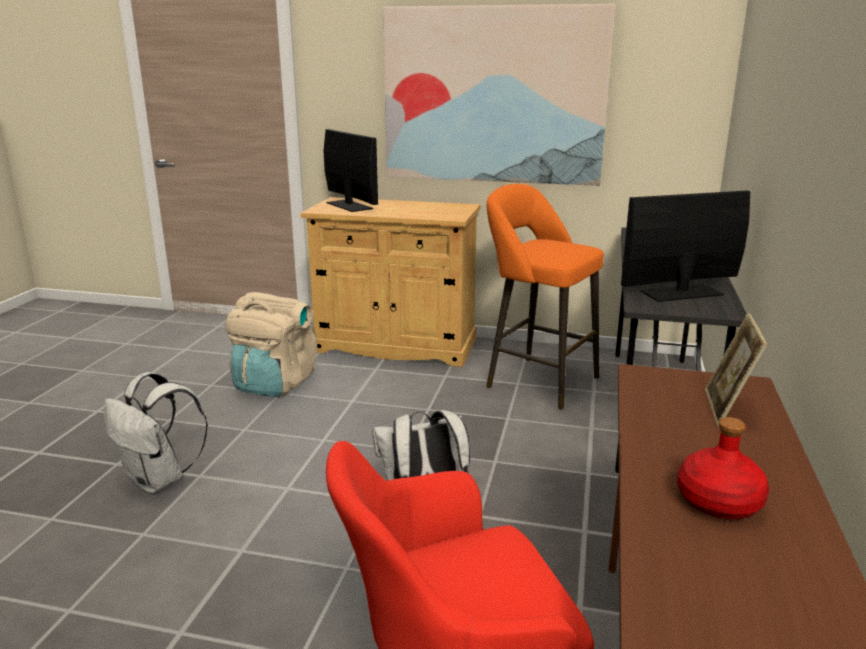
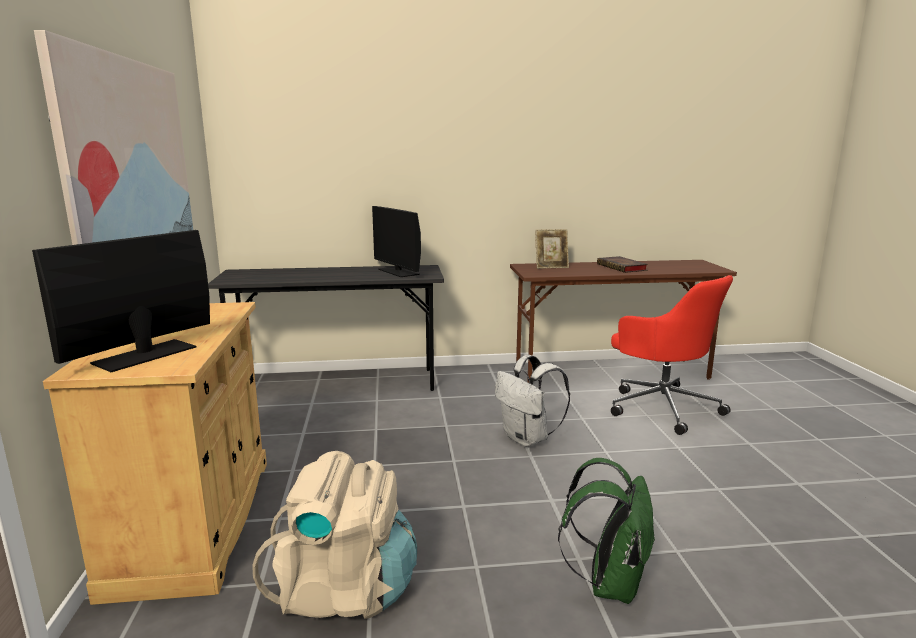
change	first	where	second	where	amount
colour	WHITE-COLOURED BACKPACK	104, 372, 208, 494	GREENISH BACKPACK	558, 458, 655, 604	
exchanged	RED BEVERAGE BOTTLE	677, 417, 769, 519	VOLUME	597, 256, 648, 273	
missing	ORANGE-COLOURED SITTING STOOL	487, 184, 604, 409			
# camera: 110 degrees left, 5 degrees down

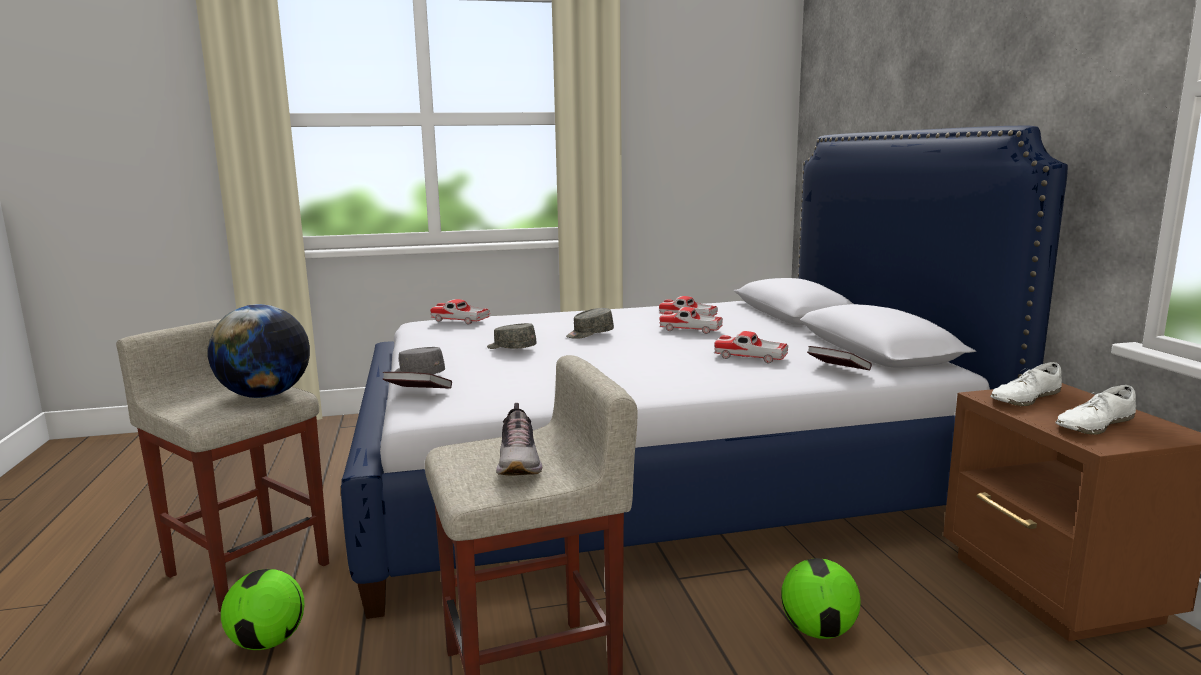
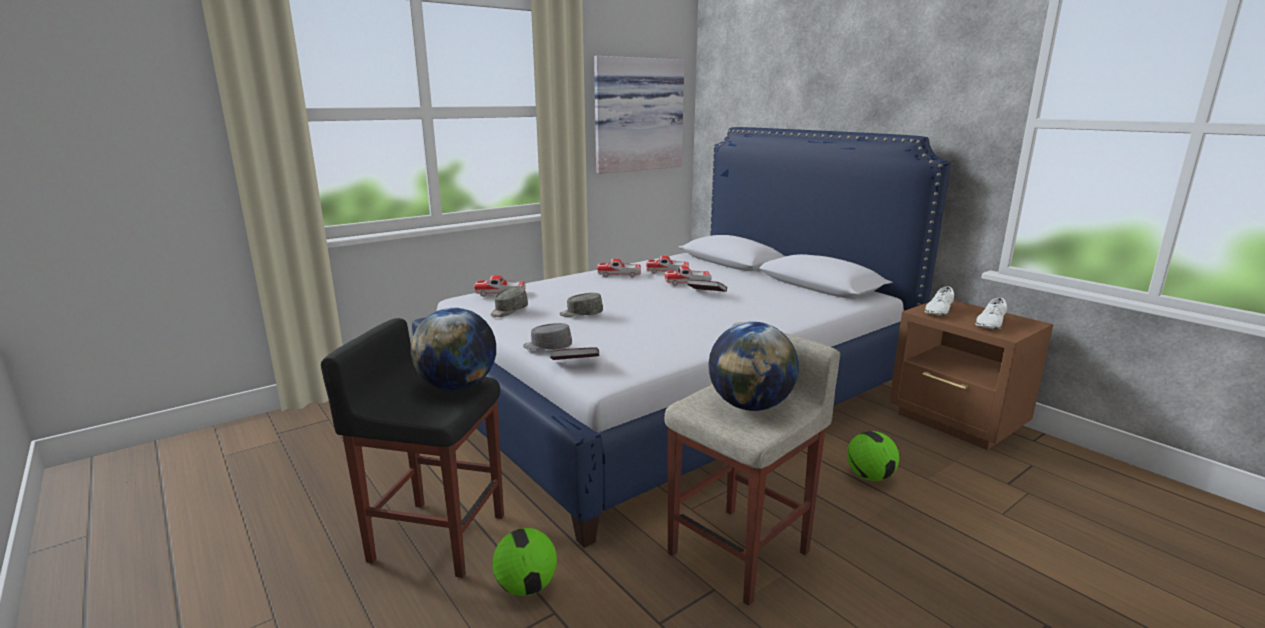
change	first	where	second	where	amount
colour	BEIGE-COLOURED SITTING STOOL	116, 319, 329, 613	BLACK SITTING STOOL	321, 318, 504, 578	
relocated	GREYISH BASEBALL CAP	566, 308, 614, 339		490, 287, 528, 317	
appeared			PICTURE	594, 56, 684, 174	
relocated	TOY CAR	714, 331, 789, 363		597, 259, 641, 278	
relocated	VOLUME	807, 346, 872, 370		687, 279, 727, 292	
exchanged	LOW SHOE	496, 403, 542, 475	GLOBE	708, 322, 799, 411	
# camera: 25 degrees left, 5 degrees up

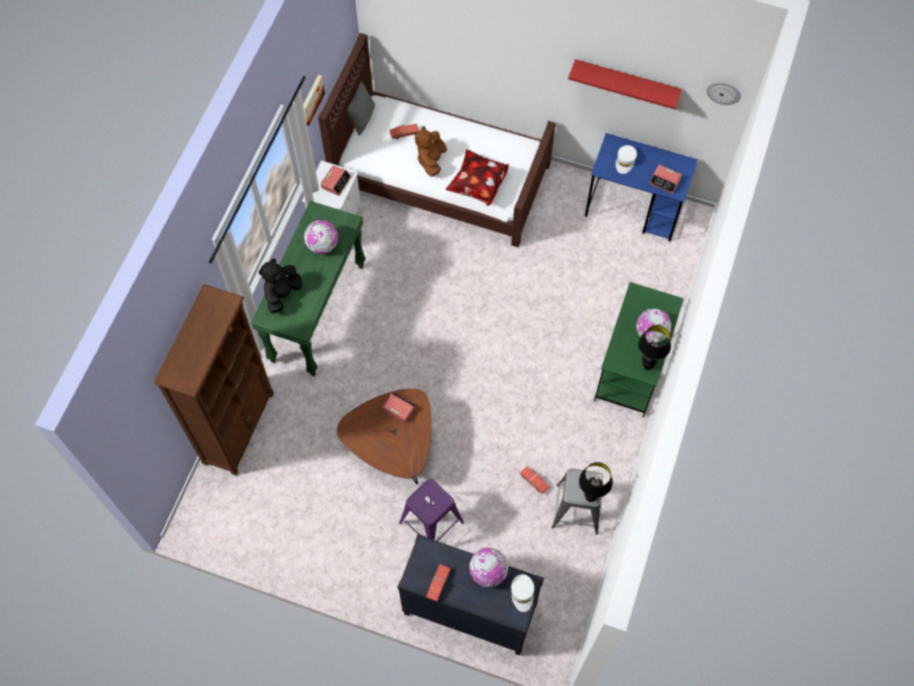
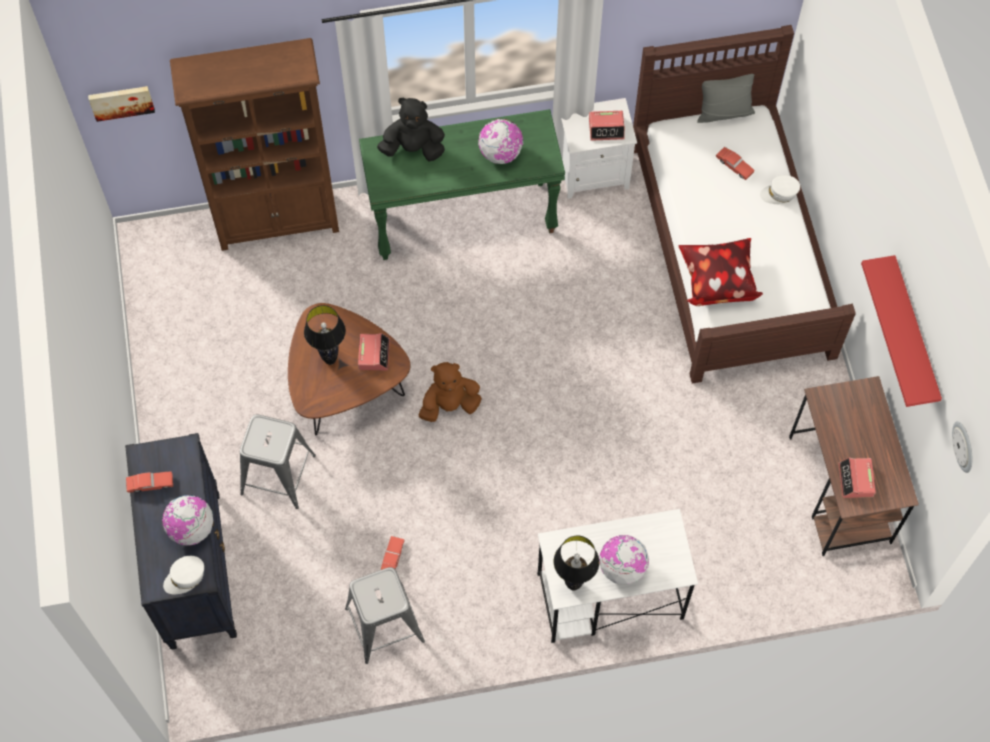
change	first	where	second	where	amount
relocated	PICTURE	303, 75, 325, 126		88, 86, 155, 122	
colour	PURPLE SITTING STOOL	399, 479, 464, 541	GREYISH SITTING STOOL	240, 415, 316, 509	
relocated	BLACK LAMP FOR A TABLE	579, 462, 613, 502		304, 305, 346, 365	
relocated	BROWNISH SOFT TOY	415, 126, 447, 177		418, 362, 482, 422	
colour	GREENISH DESK TABLE	594, 282, 684, 417	WHITE-COLOURED DESK TABLE	537, 509, 698, 643	
relocated	WHITE-COLOURED BASEBALL CAP	616, 145, 637, 174		760, 175, 800, 204	
colour	BLUE-COLOURED DESK TABLE	585, 133, 698, 241	BROWNISH DESK TABLE	789, 376, 919, 556	
# camera: 60 degrees right, 0 degrees up

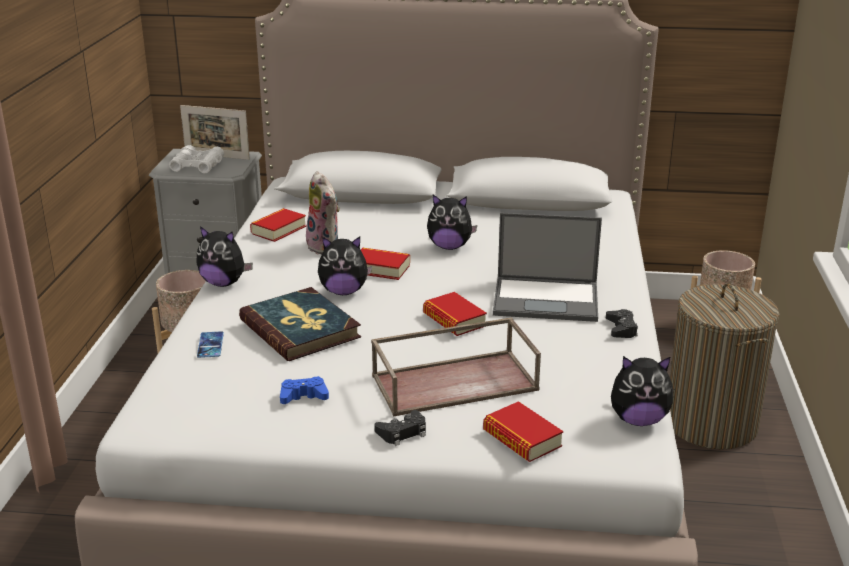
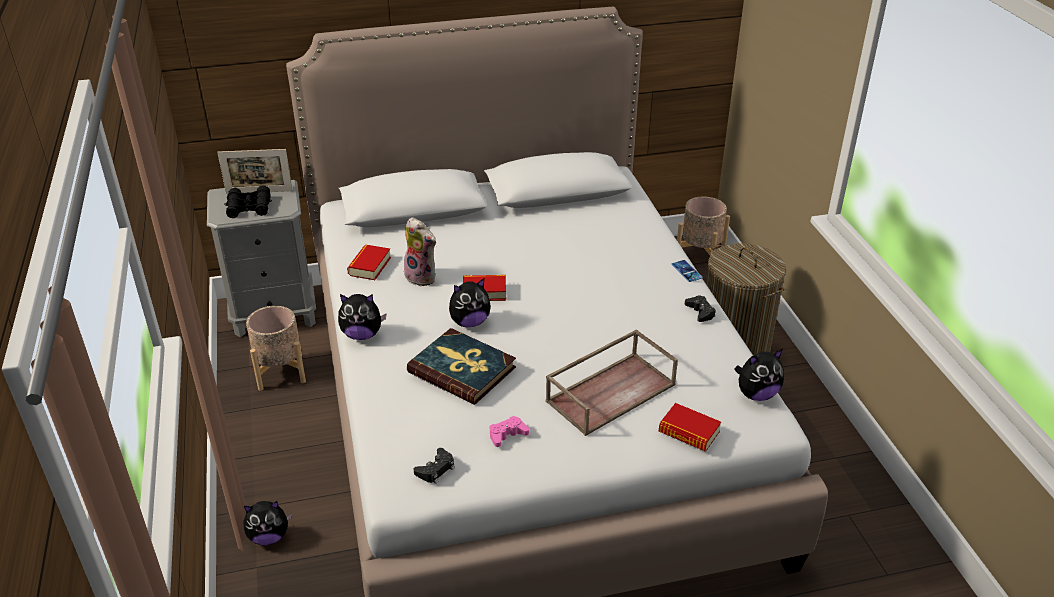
change	first	where	second	where	amount
colour	WHITE-COLOURED FIELD GLASSES	169, 145, 224, 173	BLACK FIELD GLASSES	224, 185, 272, 218	
relocated	SOFT TOY	427, 195, 477, 250		244, 501, 292, 545	
relocated	BLACK GAMEPAD	374, 410, 426, 446		414, 448, 455, 484	
colour	BLUE-COLOURED GAMEPAD	280, 376, 329, 404	PINK GAMEPAD	490, 416, 529, 447	
relocated	PHONE	197, 331, 224, 358		671, 260, 703, 282	
missing	VOLUME	423, 292, 487, 336			
missing	NOTEBOOK COMPUTER	493, 213, 602, 322			
# camera: 20 degrees left, 10 degrees up

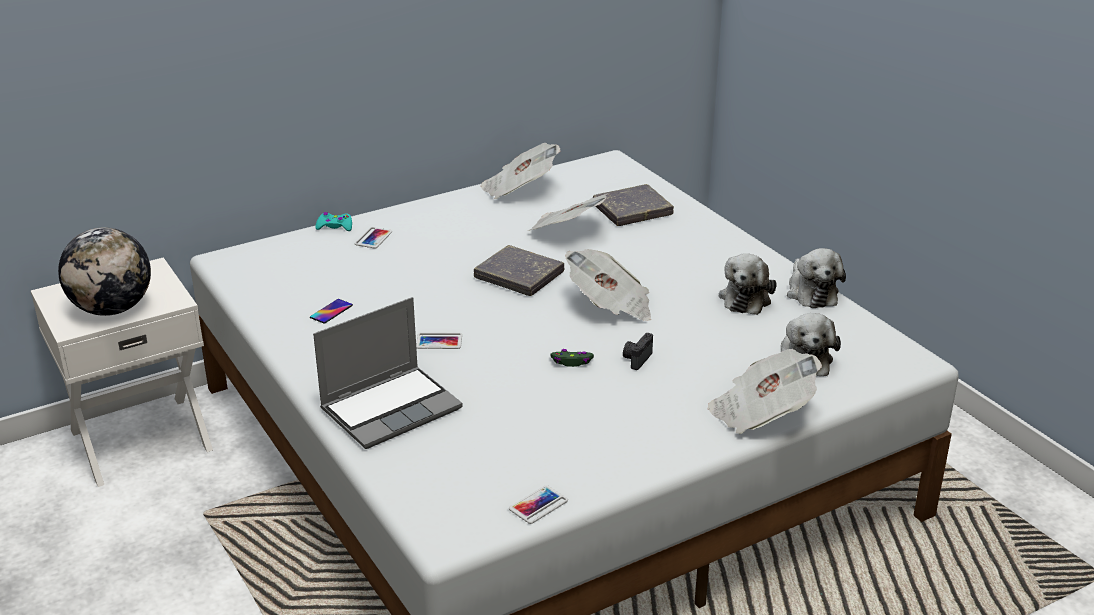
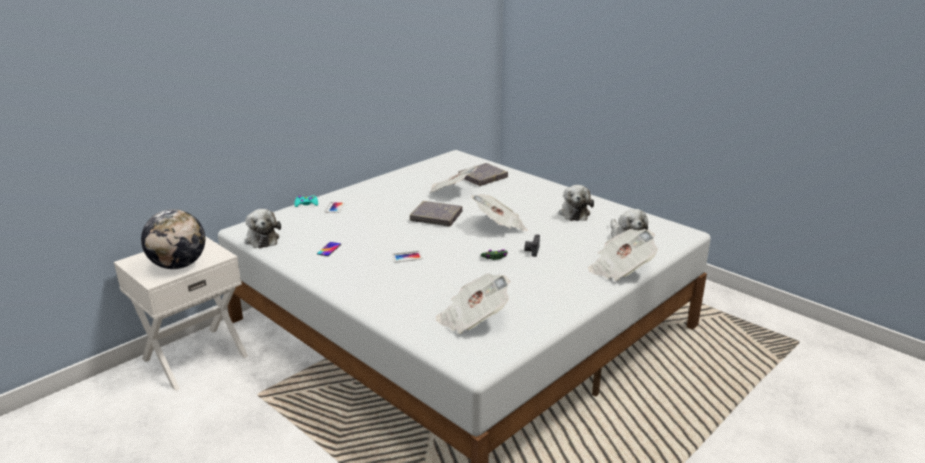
change	first	where	second	where	amount
relocated	SOFT TOY	787, 248, 846, 308		245, 209, 281, 248	
relocated	NEWSPAPER	480, 143, 561, 199		436, 273, 510, 334	
missing	NOTEBOOK COMPUTER	313, 297, 463, 449			
missing	PHONE	509, 485, 568, 524			
# camera: 15 degrees left, 5 degrees down

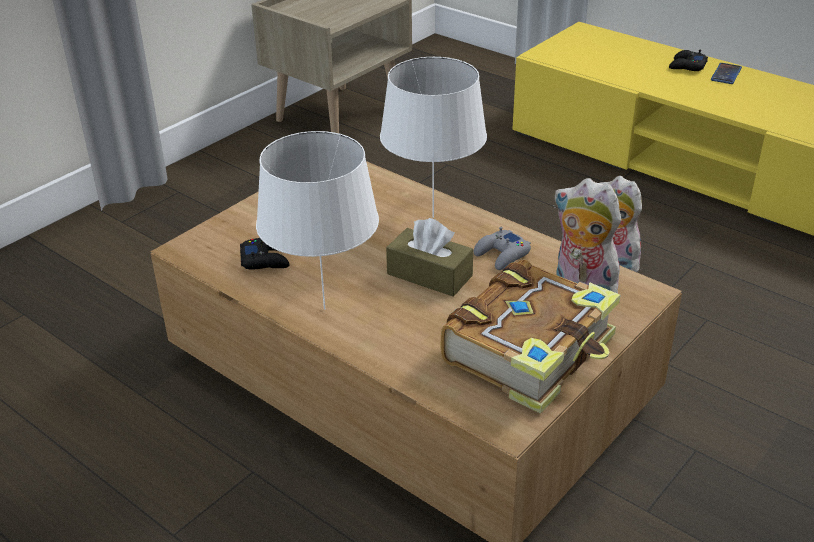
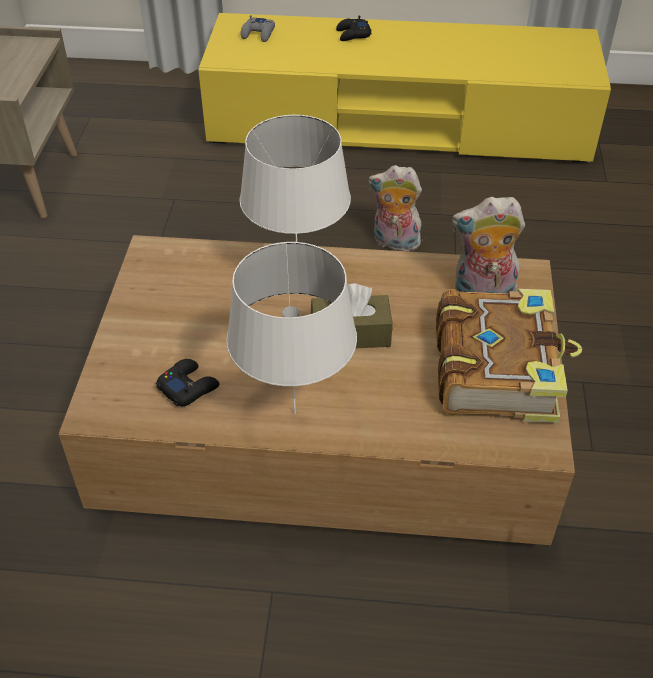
change	first	where	second	where	amount
relocated	GREYISH GAMEPAD	474, 227, 531, 270		241, 15, 275, 42	
missing	PHONE	711, 63, 742, 84			
# camera: 35 degrees left, 10 degrees up

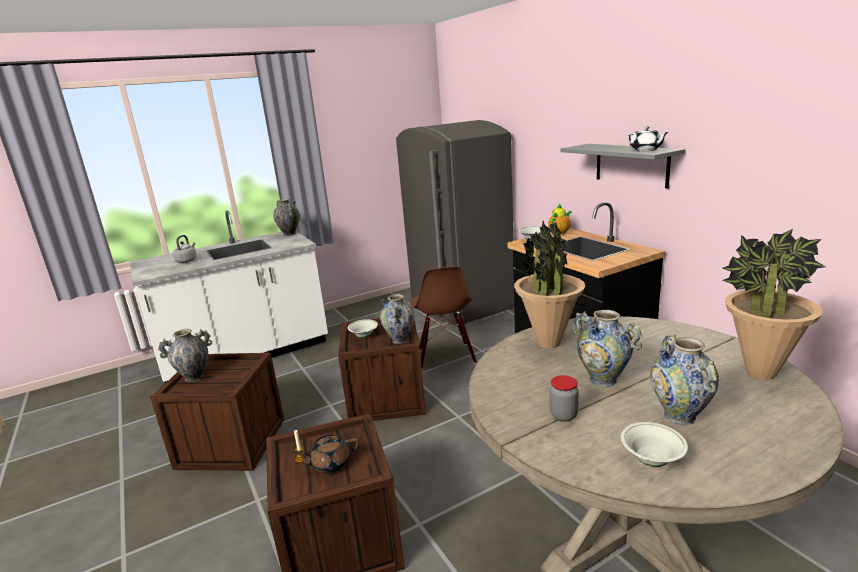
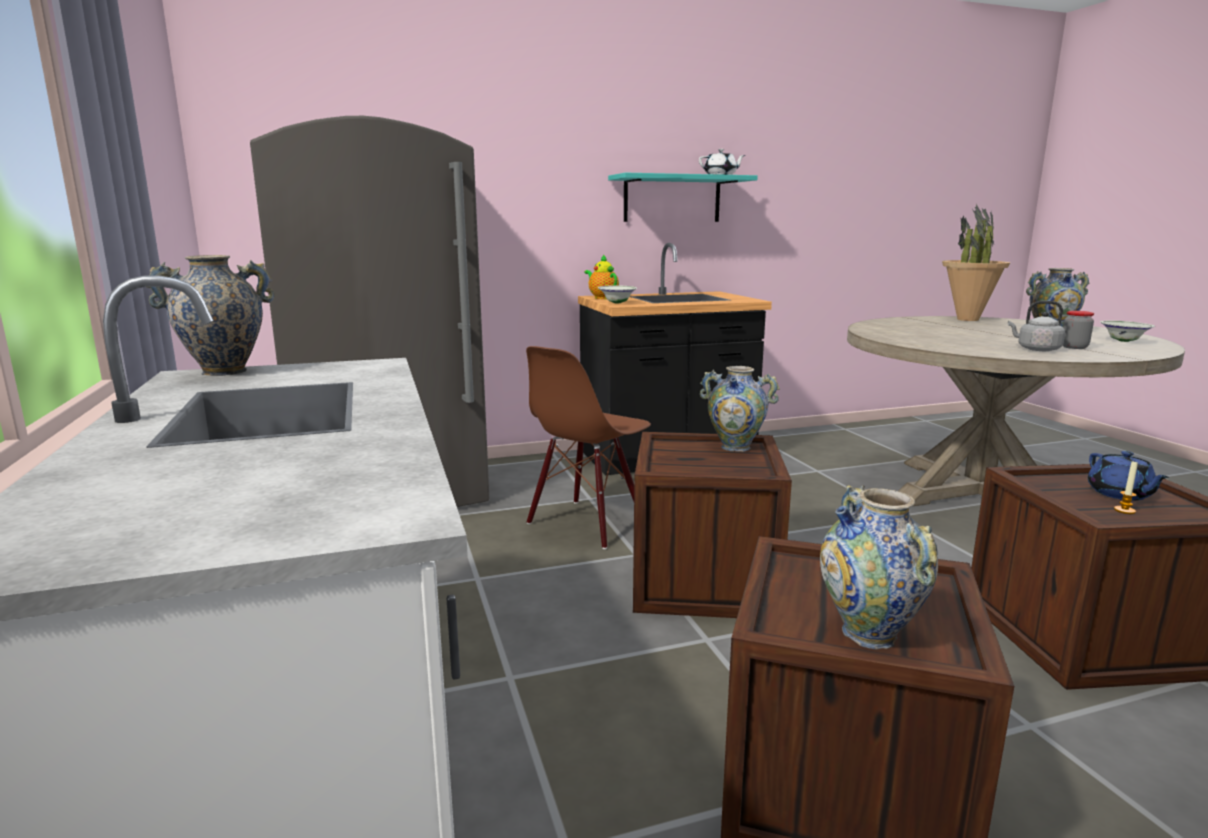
change	first	where	second	where	amount
spun	BROWNISH CHAIR	410, 266, 477, 368		526, 346, 651, 549	120 degrees clockwise
colour	GREYISH BRACKET SHELF	560, 144, 685, 189	TURQUOISE-COLOURED BRACKET SHELF	608, 173, 758, 222	
relocated	GREYISH KETTLE	172, 235, 197, 263		1008, 301, 1065, 351	
colour	BROWNISH TEAPOT	293, 434, 359, 473	BLUE-COLOURED TEAPOT	1088, 451, 1169, 501	
missing	WHITE-COLOURED SERVING BOWL	348, 319, 378, 338			
missing	PLANT IN A POT	514, 221, 585, 348			
missing	VASE	573, 310, 643, 387			
# camera: 80 degrees left, 5 degrees down

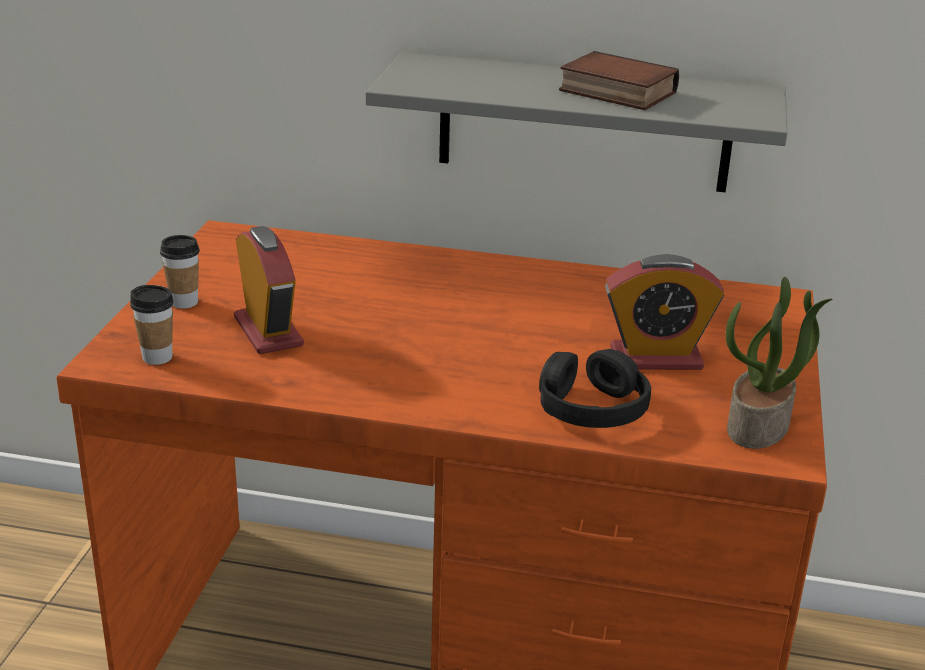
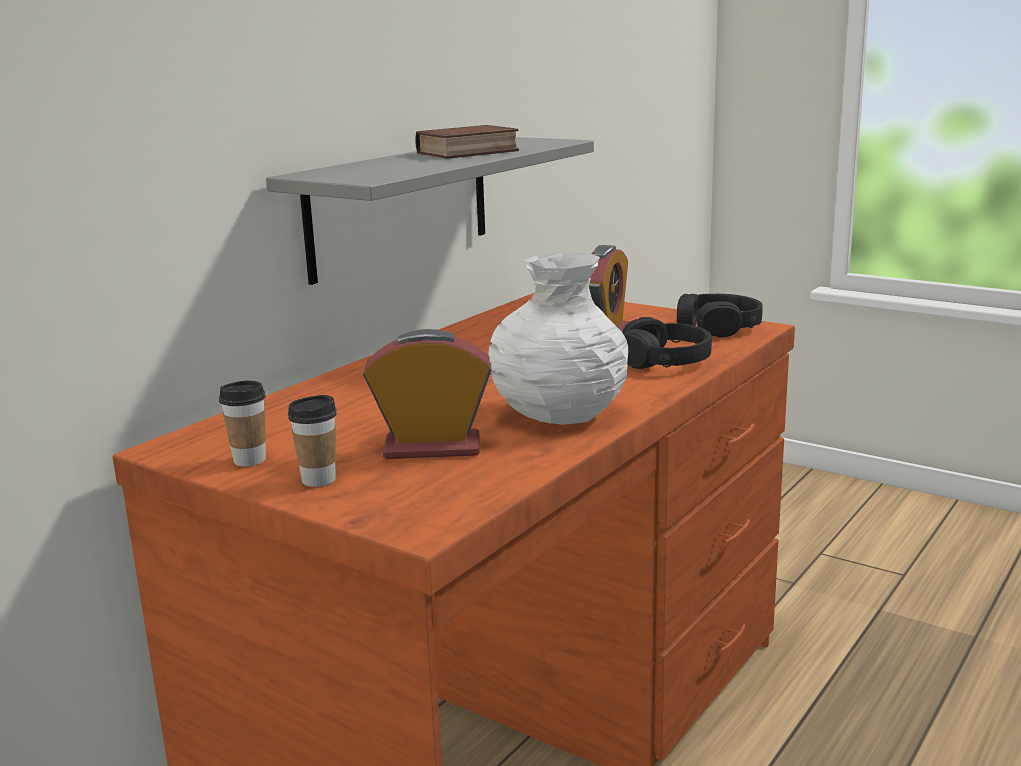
change	first	where	second	where	amount
relocated	DRINKING CUP	130, 285, 174, 365		219, 381, 266, 467	
appeared			WHITE-COLOURED VASE	488, 252, 628, 425	
exchanged	PLANT IN A POT	726, 277, 832, 449	BLACK PAIR OF HEADPHONES	677, 294, 763, 337	
# camera: 65 degrees left, 10 degrees down

